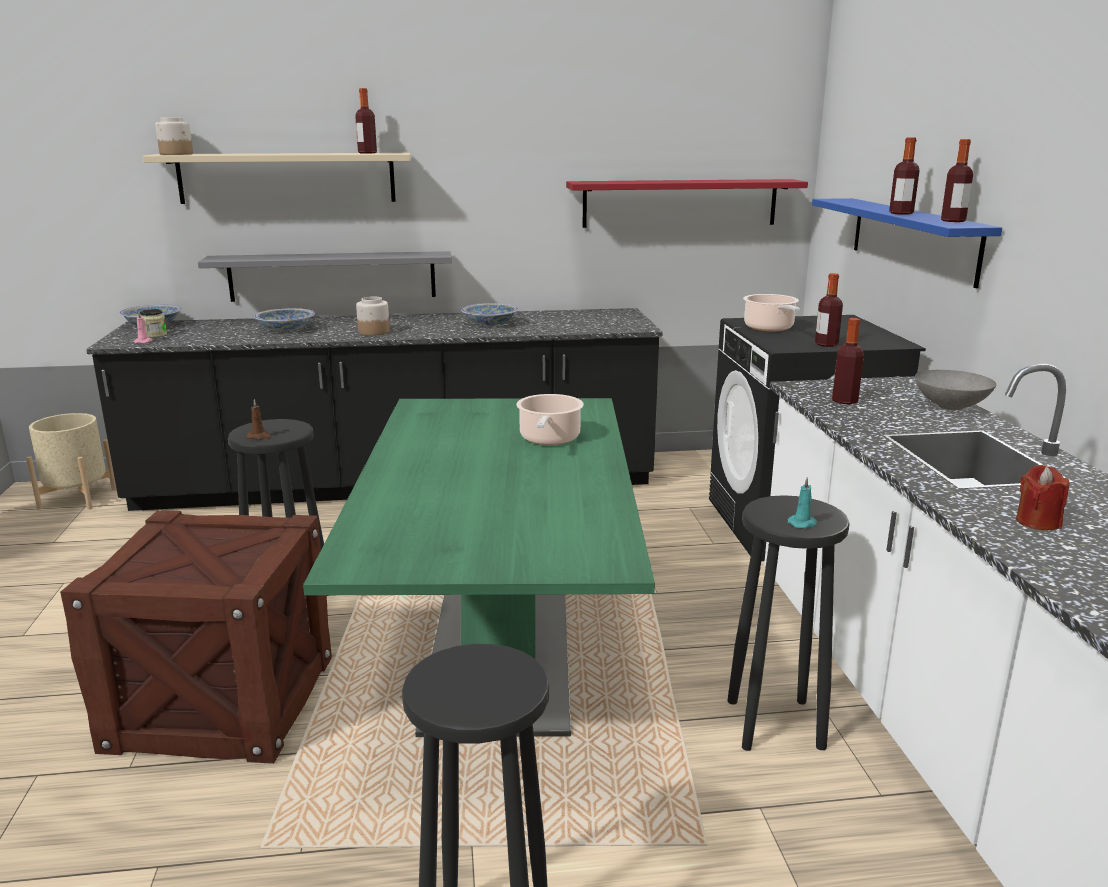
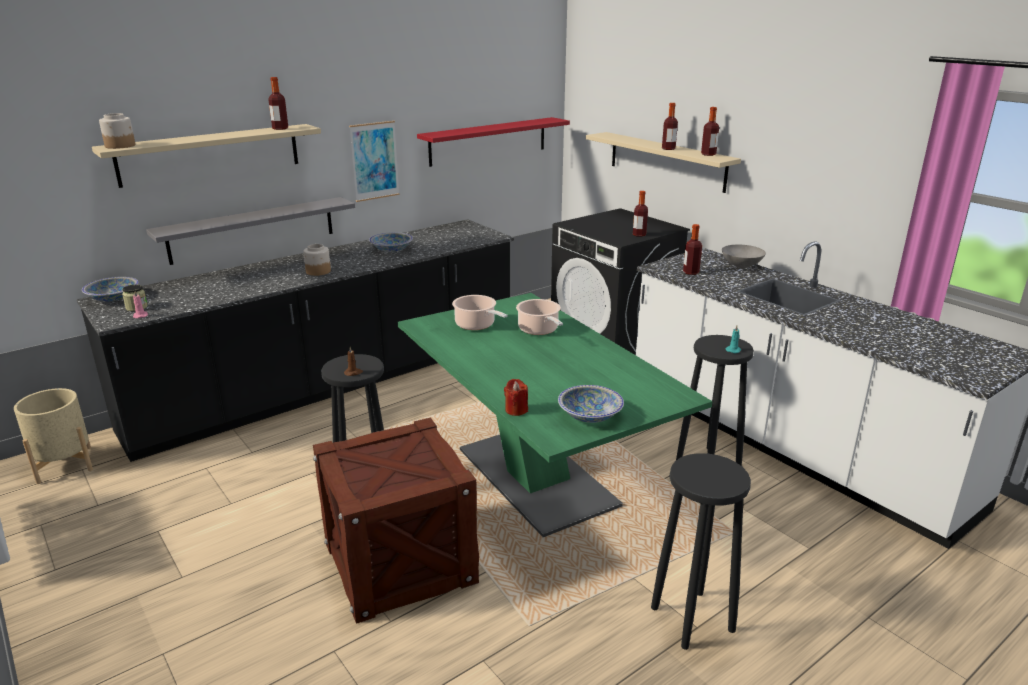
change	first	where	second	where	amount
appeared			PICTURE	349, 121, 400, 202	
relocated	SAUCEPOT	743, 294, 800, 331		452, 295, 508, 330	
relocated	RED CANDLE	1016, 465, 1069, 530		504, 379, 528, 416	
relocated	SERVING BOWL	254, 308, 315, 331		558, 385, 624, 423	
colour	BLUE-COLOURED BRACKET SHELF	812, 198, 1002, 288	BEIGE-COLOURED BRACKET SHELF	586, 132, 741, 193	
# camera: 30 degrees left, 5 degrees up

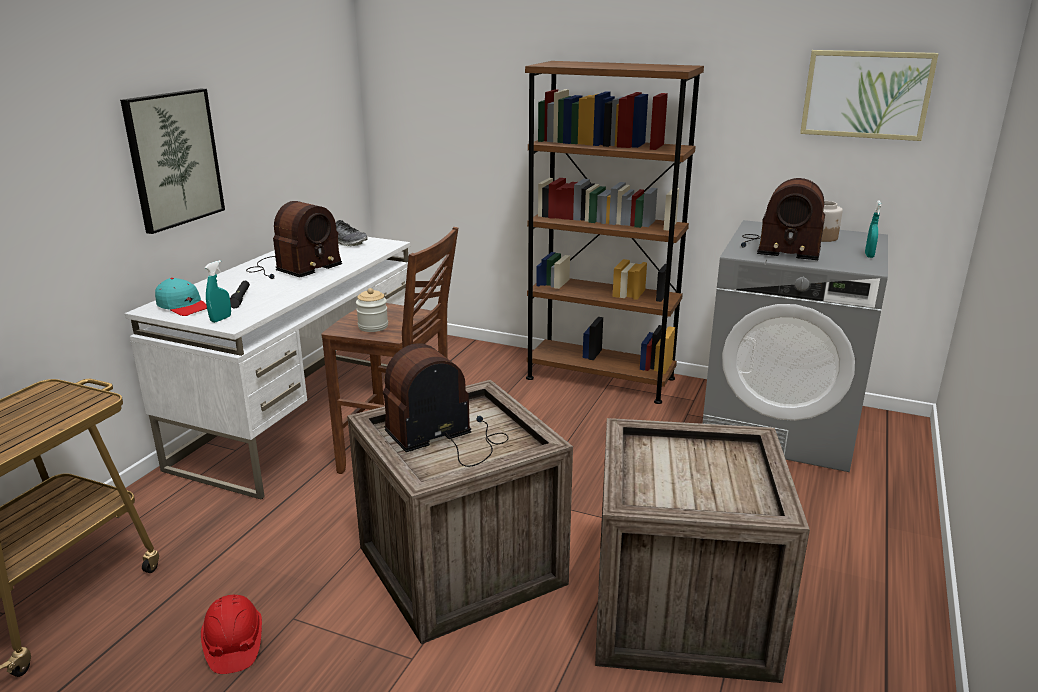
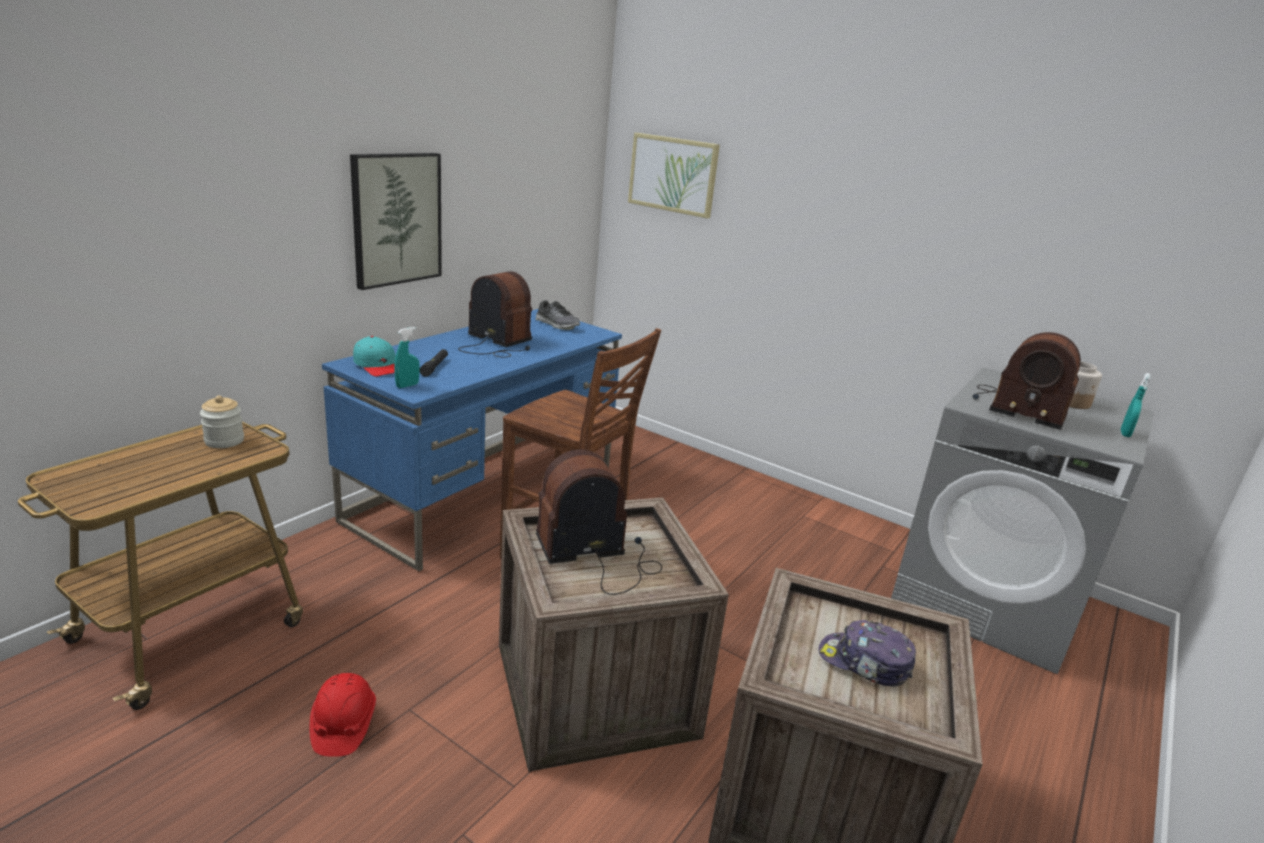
change	first	where	second	where	amount
relocated	STORAGE JAR	356, 288, 388, 332		200, 396, 244, 448	
colour	WHITE-COLOURED DESK TABLE	125, 237, 410, 500	BLUE-COLOURED DESK TABLE	322, 309, 622, 571	
spun	RADIO	246, 201, 342, 279		458, 271, 532, 358	105 degrees counterclockwise
relocated	PICTURE	800, 50, 939, 141		628, 133, 720, 219	
appeared			BASEBALL CAP	819, 620, 916, 686	
missing	BROWNISH BOOKCASE	525, 61, 704, 404			
# camera: 10 degrees right, 0 degrees up

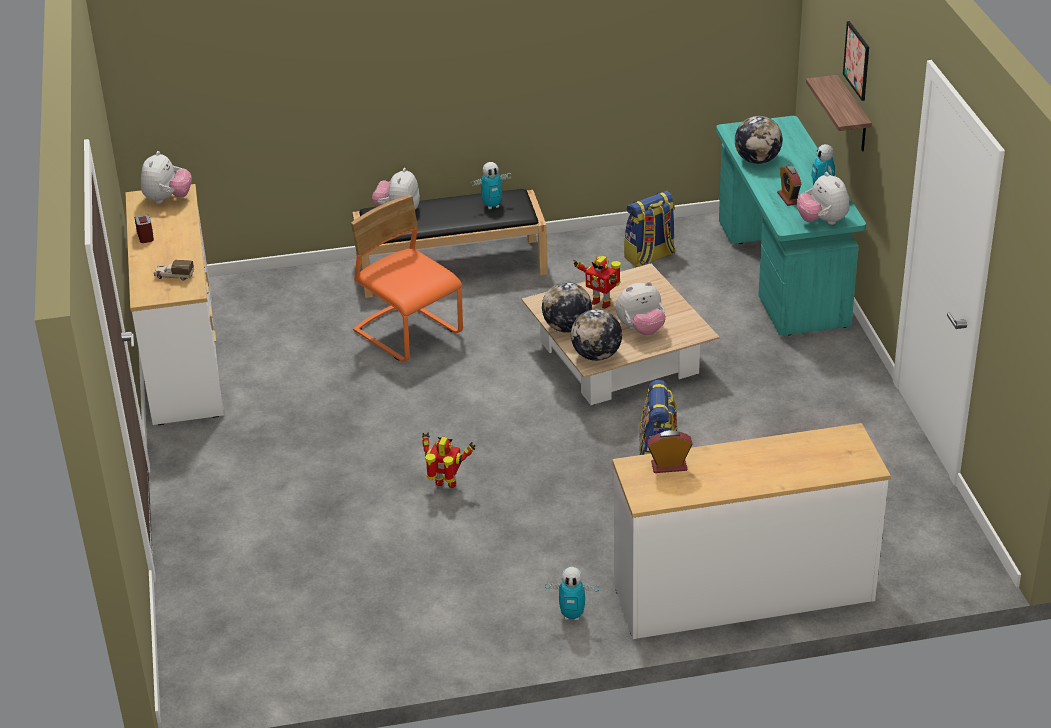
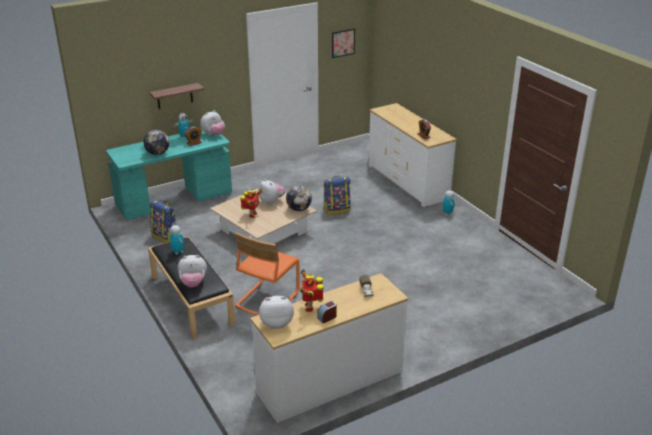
change	first	where	second	where	amount
relocated	MODEL ROBOT	422, 433, 476, 488		300, 269, 324, 312	
relocated	PICTURE	843, 21, 869, 101		332, 28, 355, 58	
missing	GLOBE	542, 282, 592, 333			
# camera: 110 degrees left, 5 degrees down

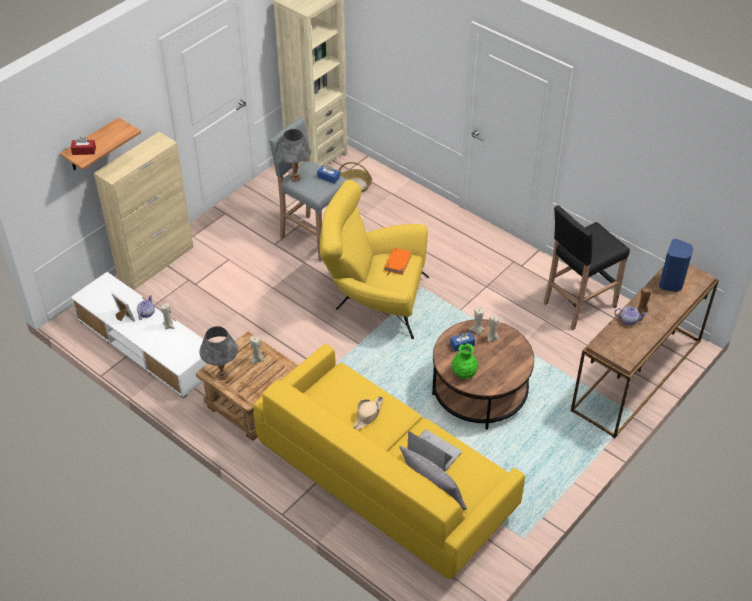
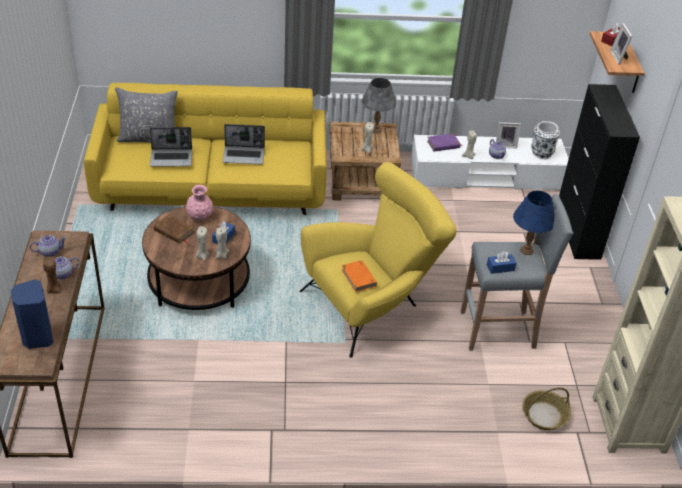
change	first	where	second	where	amount
appeared			TEAPOT	30, 235, 67, 257	
appeared			BROWNISH VOLUME	154, 215, 194, 244	
colour	GREENISH VASE	452, 343, 478, 379	PINK VASE	186, 185, 214, 221	
exchanged	BEIGE-COLOURED HAT	353, 396, 384, 430	NOTEBOOK COMPUTER	222, 124, 265, 165	
appeared			PURPLE VOLUME	427, 133, 461, 152	
colour	GREYISH LAMP FOR A TABLE	277, 129, 311, 182	BLUE-COLOURED LAMP FOR A TABLE	513, 191, 555, 255	
appeared			WHITE-COLOURED VASE	531, 121, 560, 159	
colour	BEIGE-COLOURED CABINET	94, 132, 193, 290	BLACK CABINET	559, 84, 640, 260	
appeared			STANDING FRAME	610, 23, 633, 65	
missing	BLACK SITTING STOOL	543, 205, 630, 330			
# camera: 135 degrees right, 5 degrees down

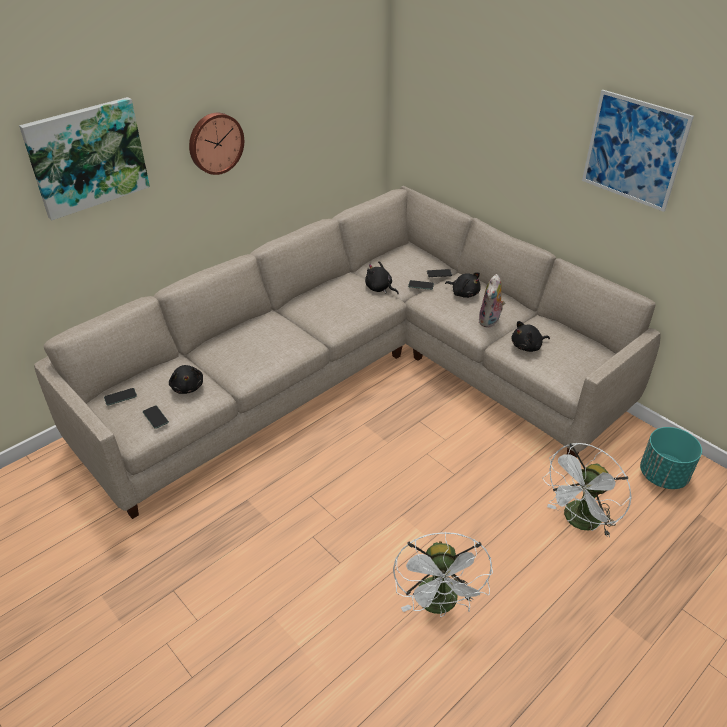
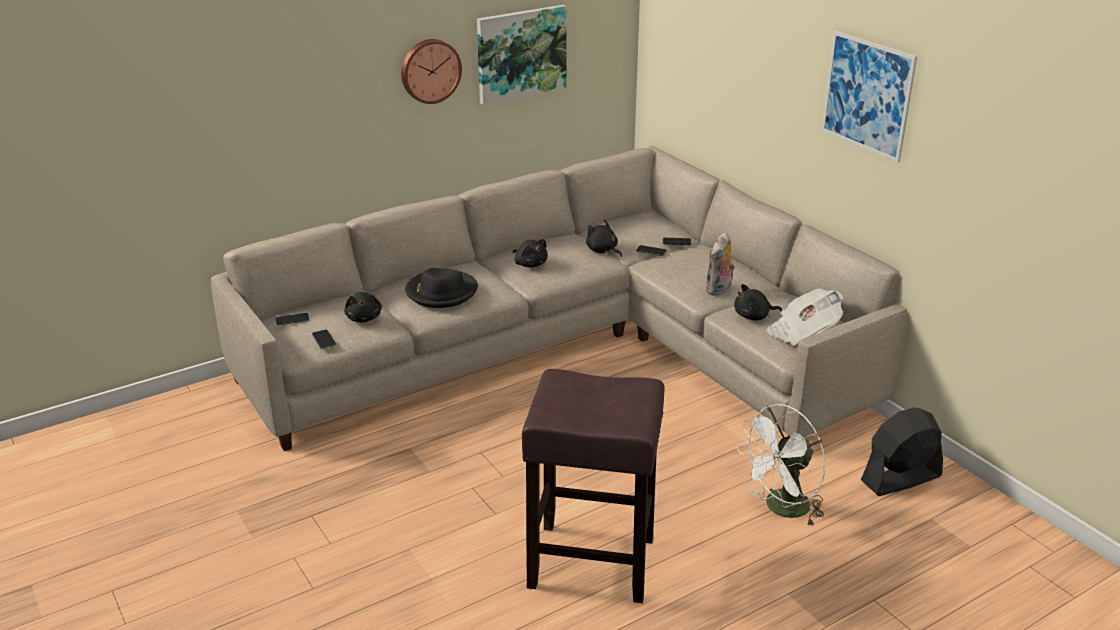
change	first	where	second	where	amount
appeared			BLACK HAT	405, 268, 478, 308	
relocated	PICTURE	19, 97, 150, 220		477, 5, 567, 105	
relocated	BLACK SOFT TOY	445, 272, 481, 298		513, 239, 548, 268	
exchanged	WHITE-COLOURED COOLING FAN	393, 532, 493, 617	BROWNISH SITTING STOOL	522, 369, 665, 603	
appeared			NEWSPAPER	766, 288, 844, 345	
exchanged	TURQUOISE-COLOURED PLANTER	640, 427, 702, 489	BLACK COOLING FAN	861, 407, 943, 496	
# camera: 10 degrees right, 10 degrees down

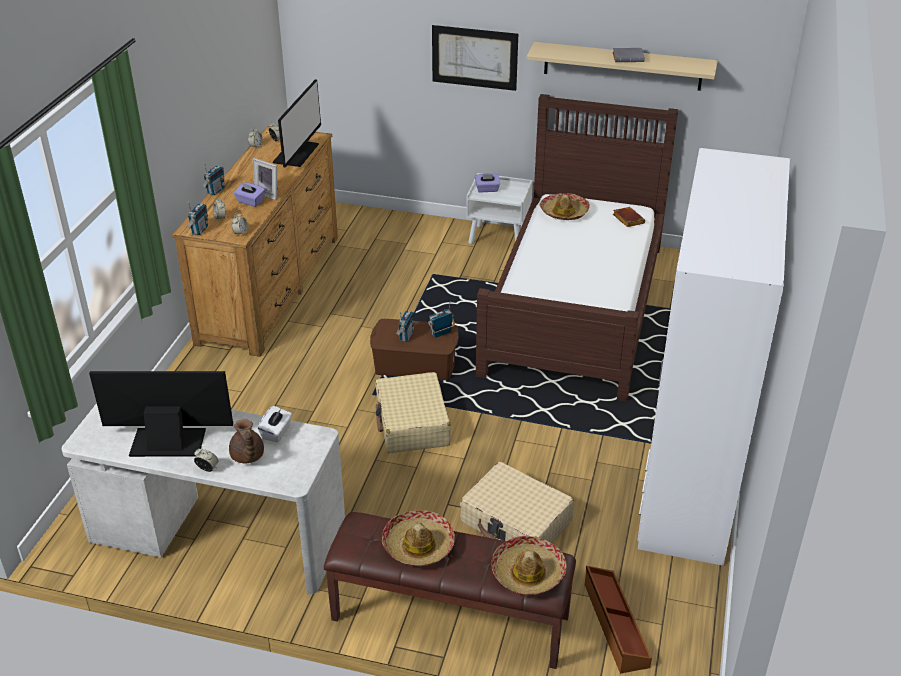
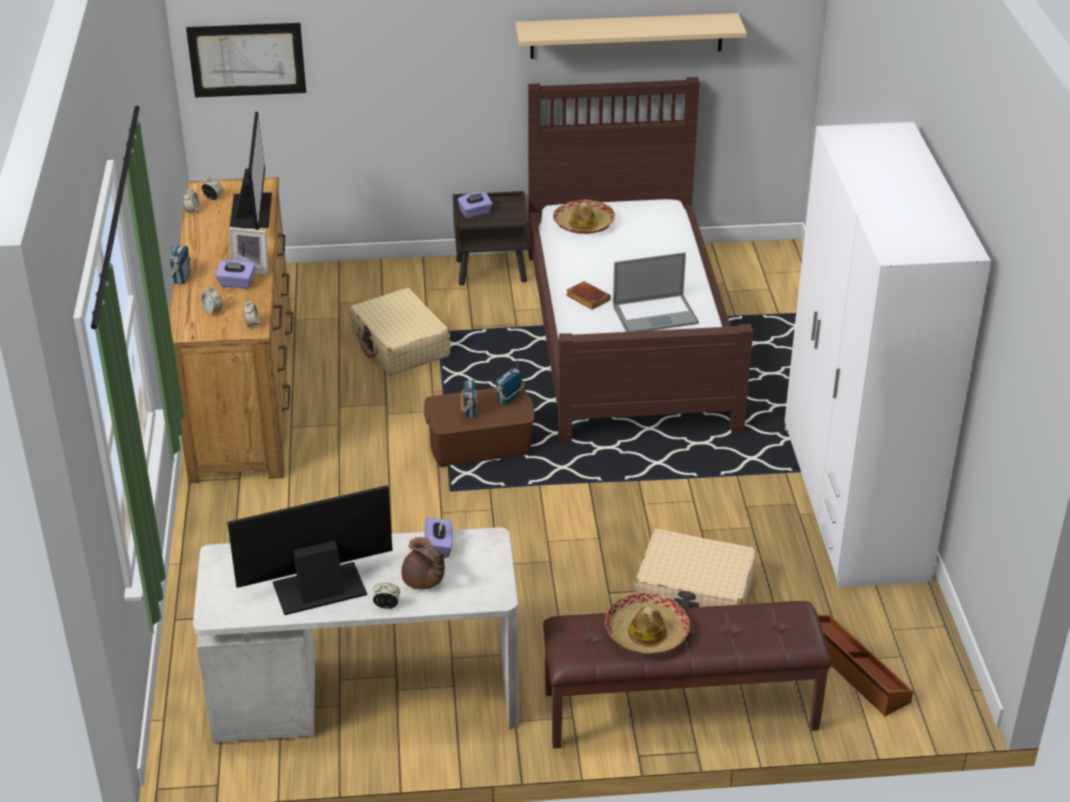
change	first	where	second	where	amount
relocated	PICTURE	432, 25, 518, 91		186, 23, 306, 97	
relocated	BEIGE-COLOURED SUITCASE	375, 372, 451, 453		349, 288, 450, 375	
colour	WHITE-COLOURED TISSUE HOLDER	258, 406, 292, 442	PURPLE TISSUE HOLDER	424, 516, 453, 558	
colour	WHITE-COLOURED BEDSIDE TABLE	466, 173, 533, 244	BROWNISH BEDSIDE TABLE	453, 191, 529, 286	
relocated	BROWNISH VOLUME	613, 207, 645, 227		566, 281, 611, 309	
appeared			NOTEBOOK COMPUTER	613, 252, 699, 332	
missing	RADIO	187, 202, 208, 235			
missing	HAT	491, 536, 567, 595			
missing	GREYISH VOLUME	612, 48, 645, 62			
# camera: 20 degrees left, 0 degrees up

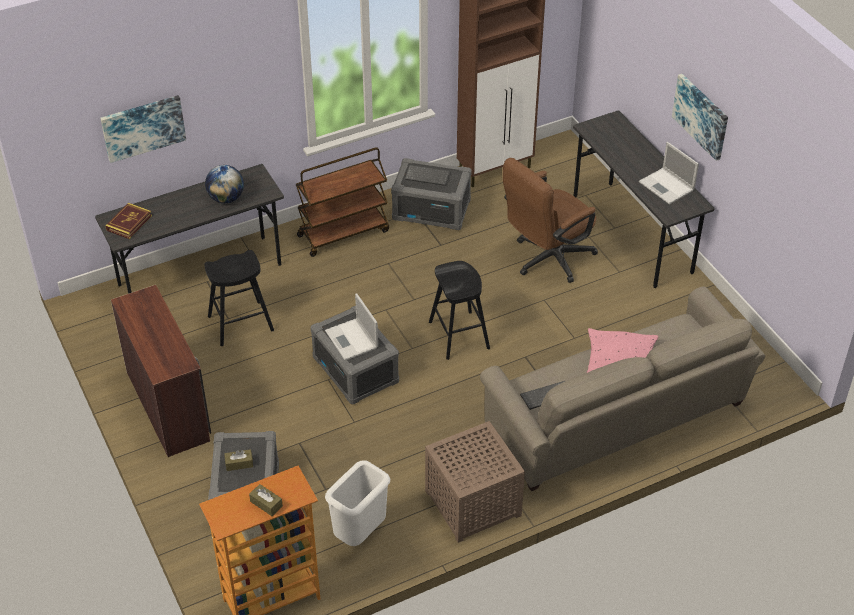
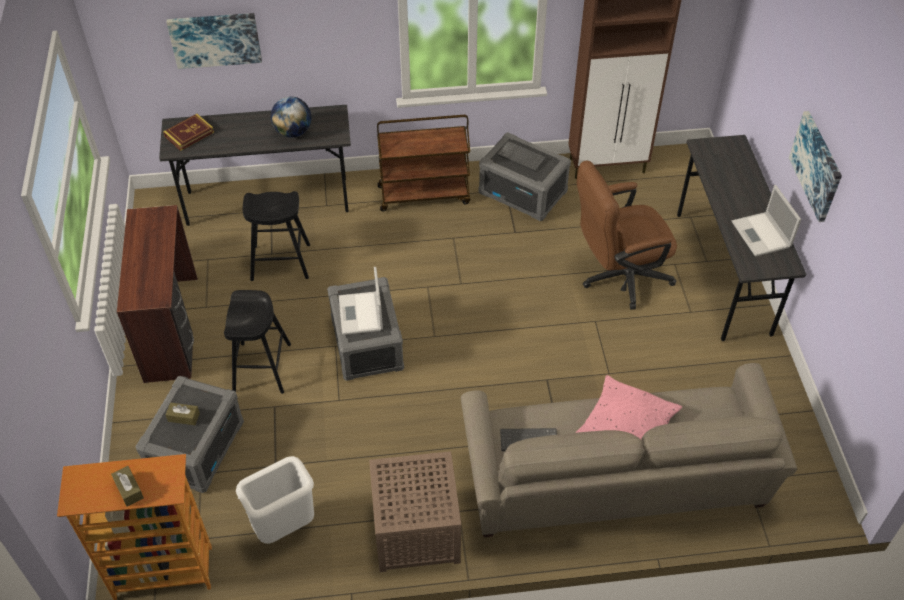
change	first	where	second	where	amount
relocated	BLACK SITTING STOOL	429, 261, 490, 360		224, 290, 291, 394	
# camera: 20 degrees right, 5 degrees up

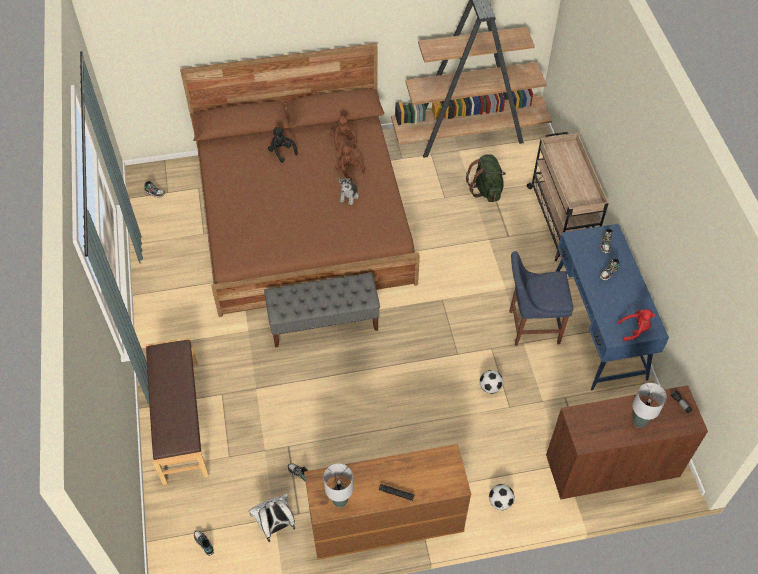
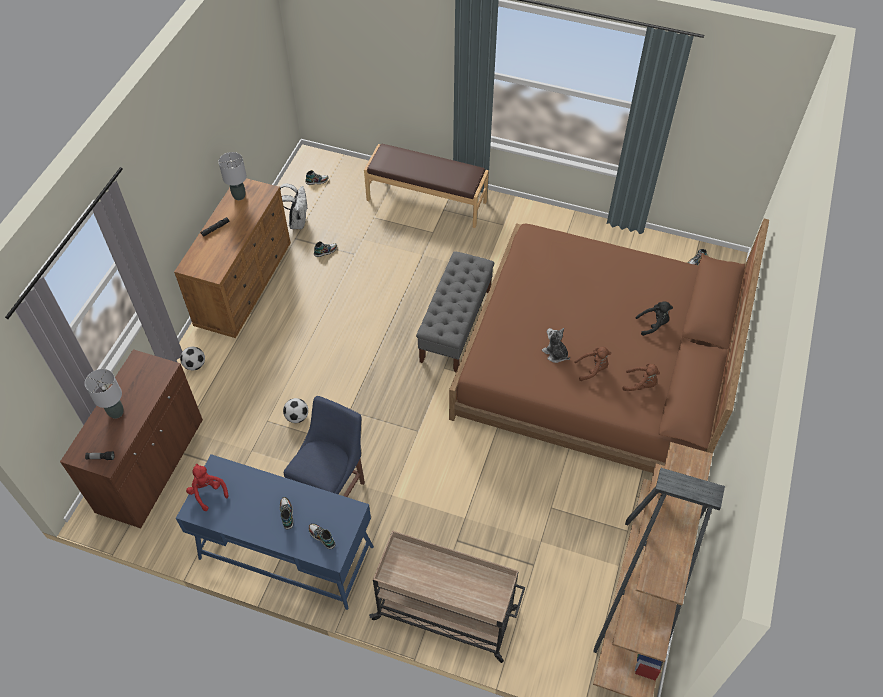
change	first	where	second	where	amount
spun	RED SOFT TOY	617, 309, 655, 341		186, 464, 229, 511	120 degrees clockwise
missing	GREENISH BACKPACK	466, 154, 506, 202			
# camera: 120 degrees right, 0 degrees up

